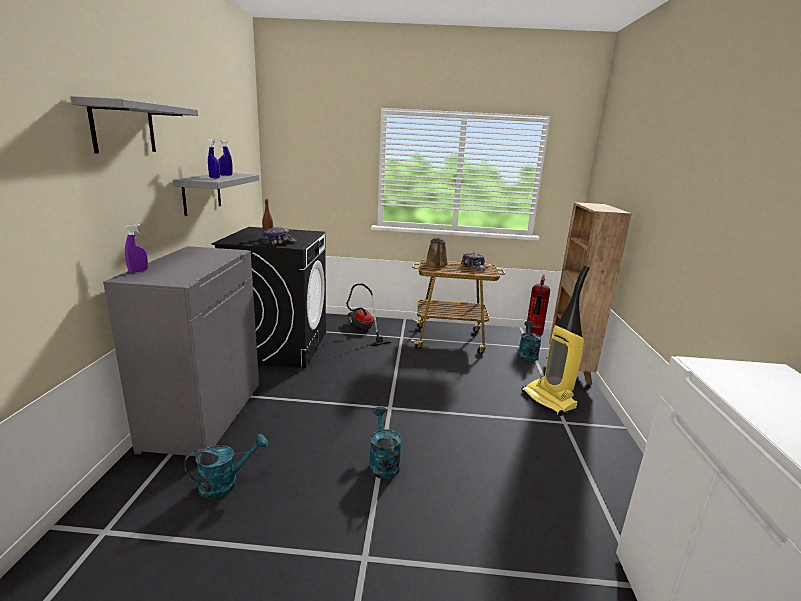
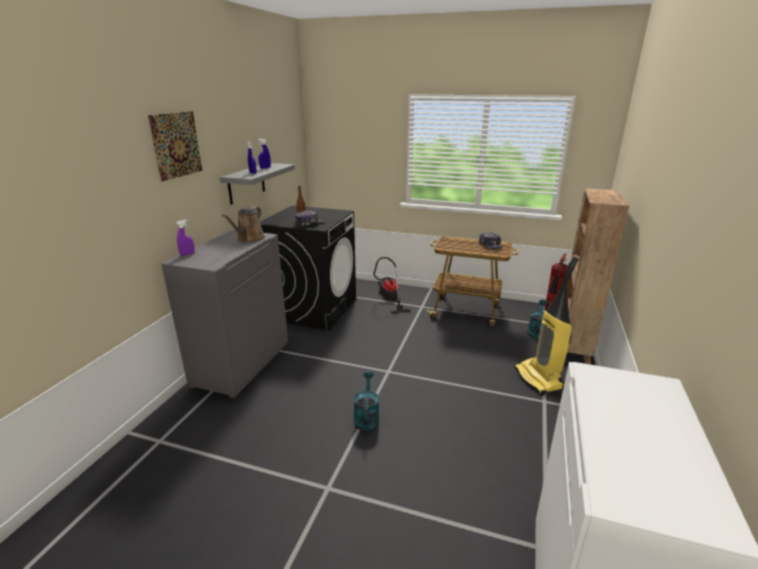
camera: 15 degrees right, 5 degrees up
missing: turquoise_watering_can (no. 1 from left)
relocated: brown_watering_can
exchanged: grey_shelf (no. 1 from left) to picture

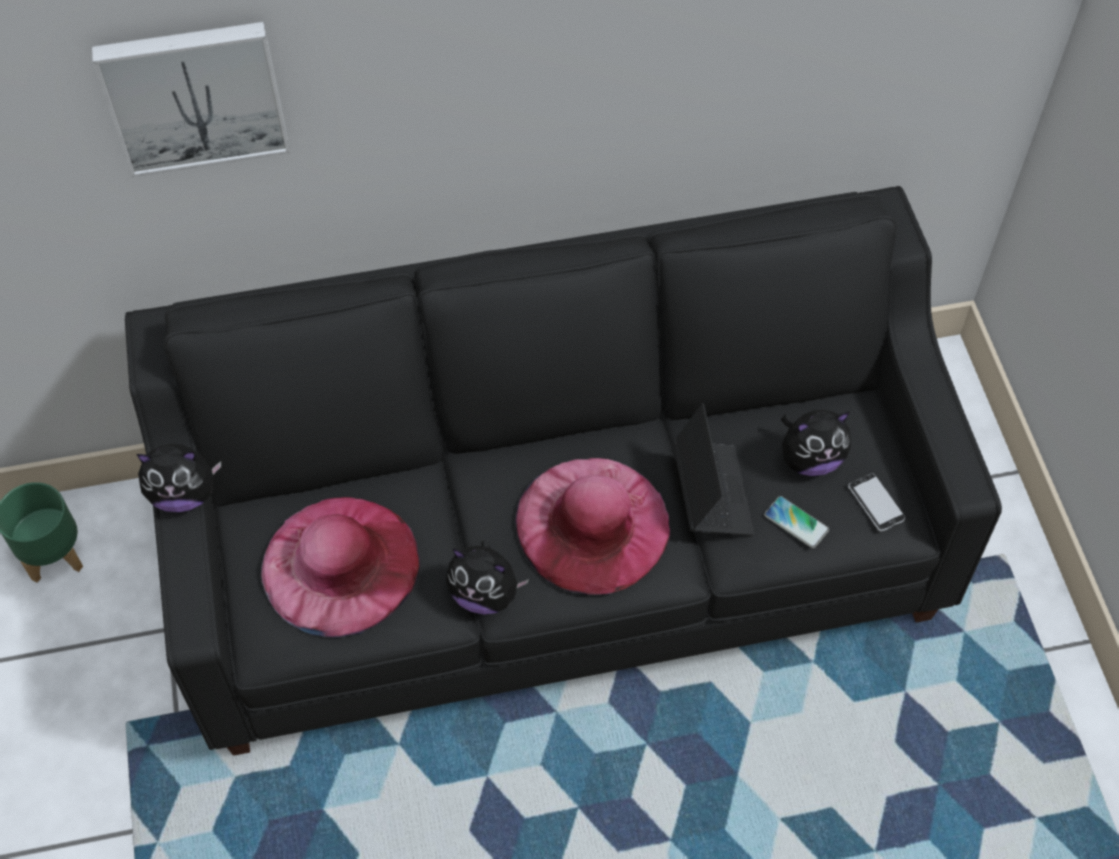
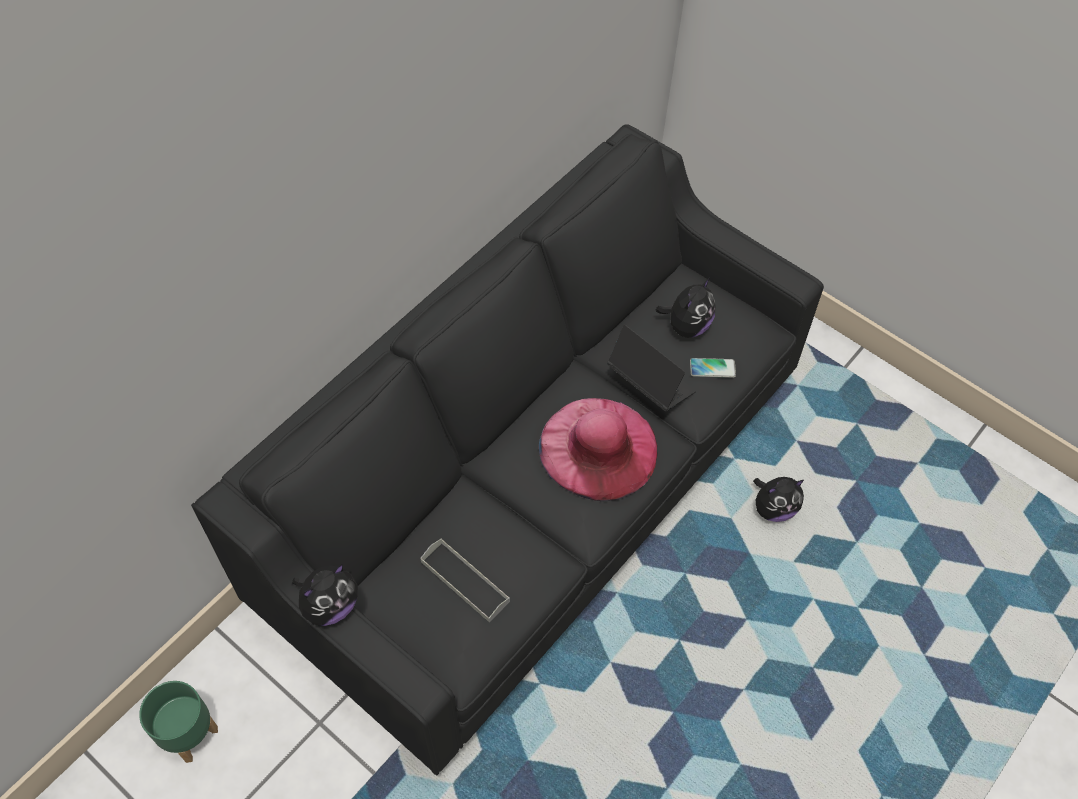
camera: 40 degrees left, 0 degrees up
missing: picture; phone (no. 2 from left)
relocated: plush_toy (no. 2 from left in the first image) to plush_toy (no. 3 from left)
exchanged: pink_hat (no. 1 from left) to grey_tray

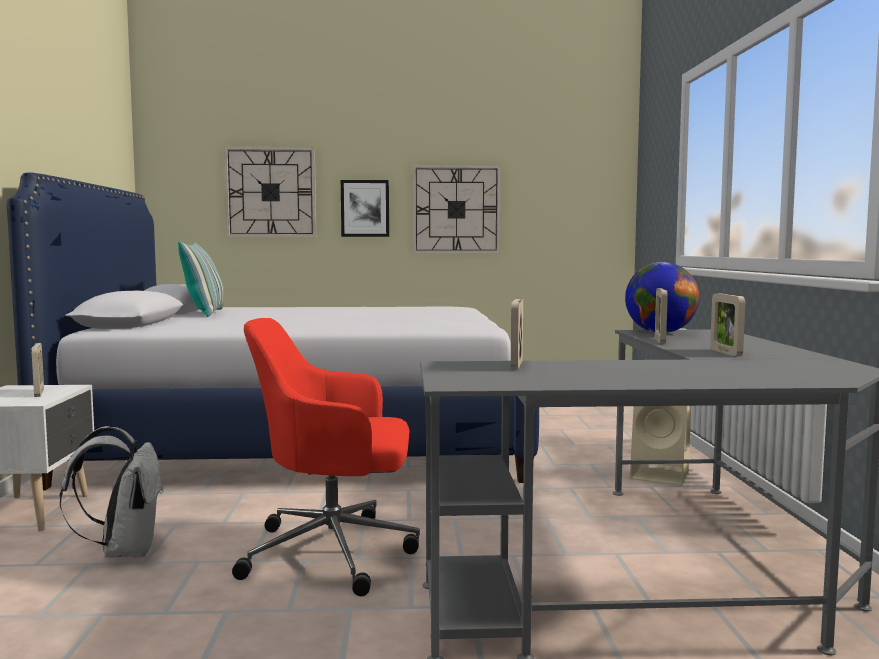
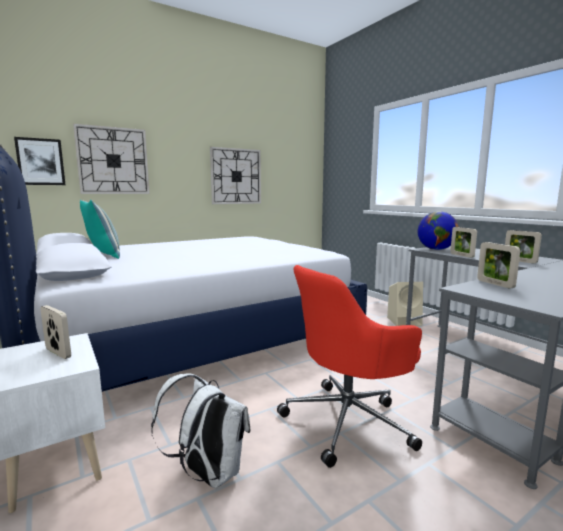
camera: 30 degrees left, 5 degrees up
relocated: picture

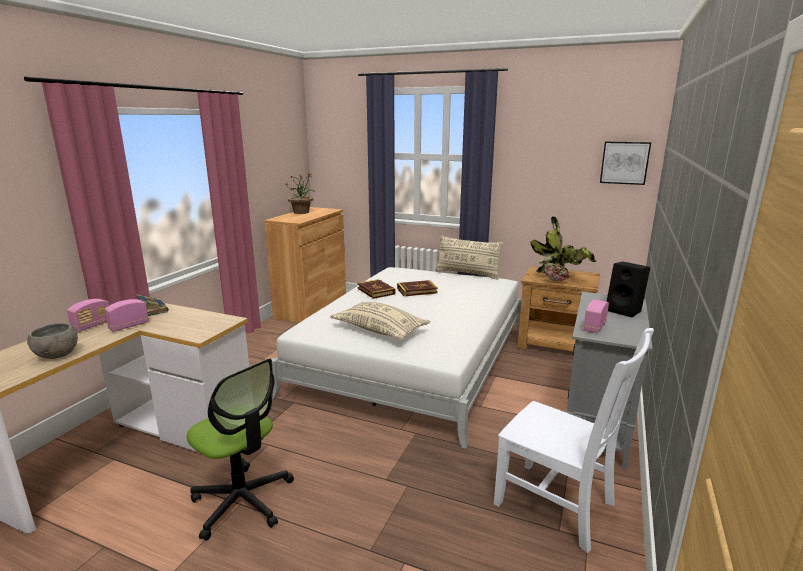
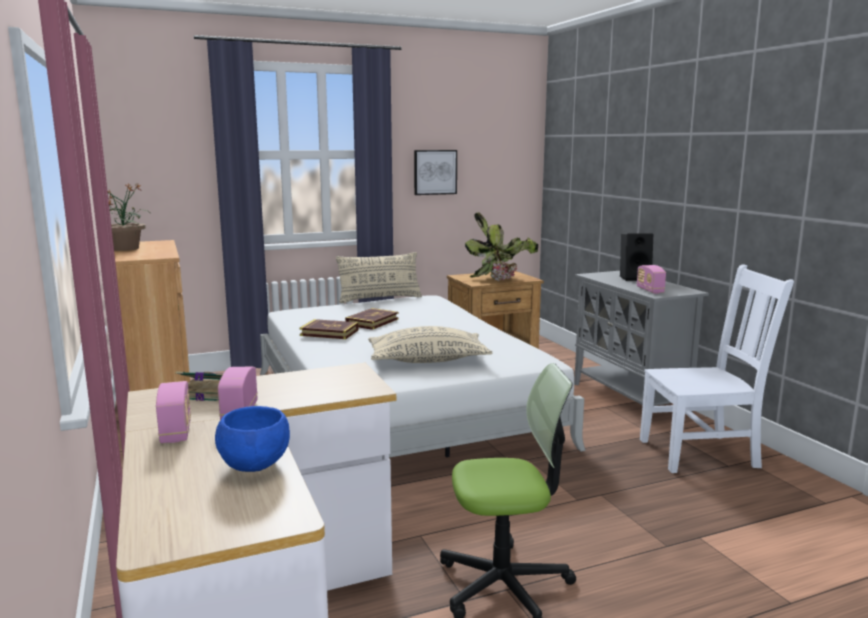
camera: 45 degrees left, 5 degrees down
relocated: picture
colour: grey_bowl to blue_bowl

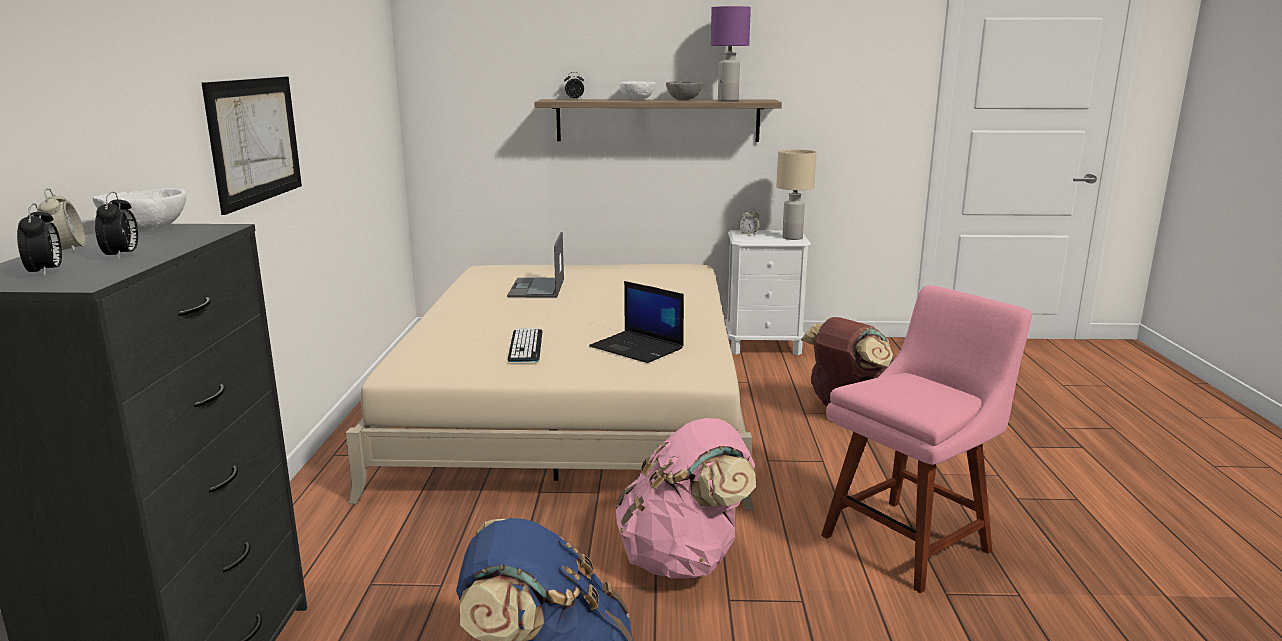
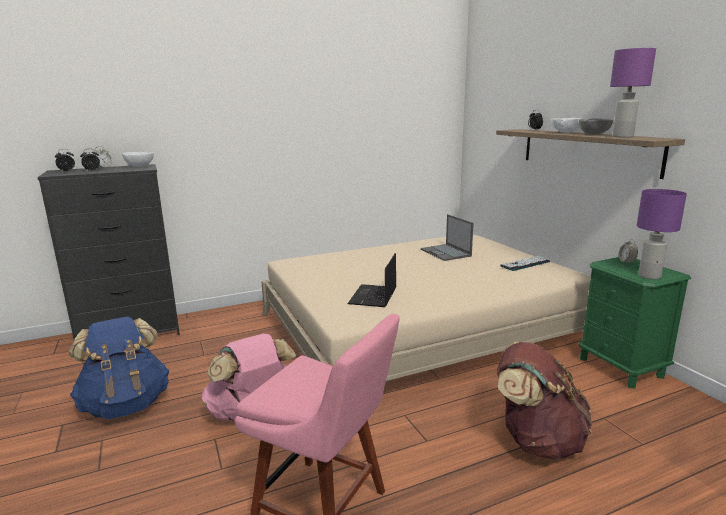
camera: 65 degrees right, 0 degrees up
missing: picture
relocated: keyboard
colour: beige_table_lamp to purple_table_lamp (no. 2 from left); white_nightstand to green_nightstand
spun: laptop (no. 1 from left in the first image) 90 degrees counterclockwise

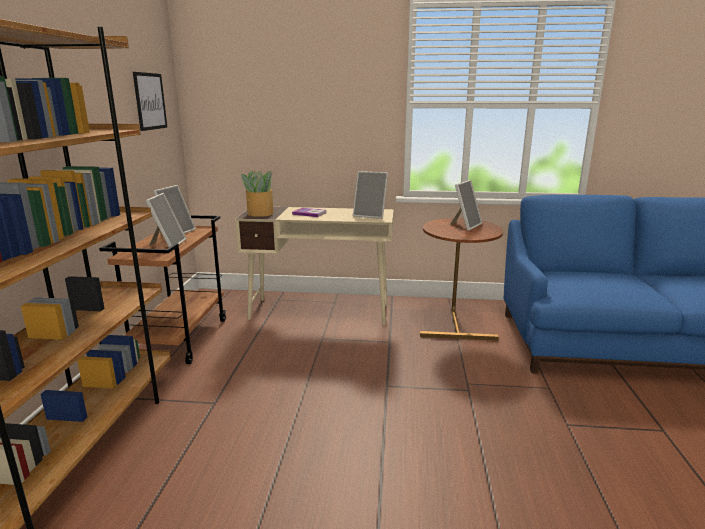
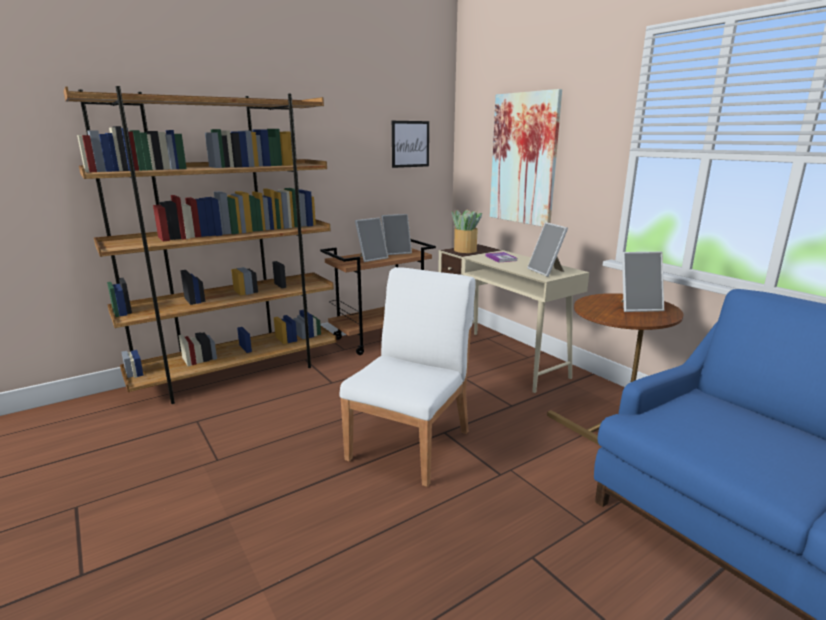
camera: 50 degrees right, 0 degrees up
appeared: picture (no. 2 from left); white_chair

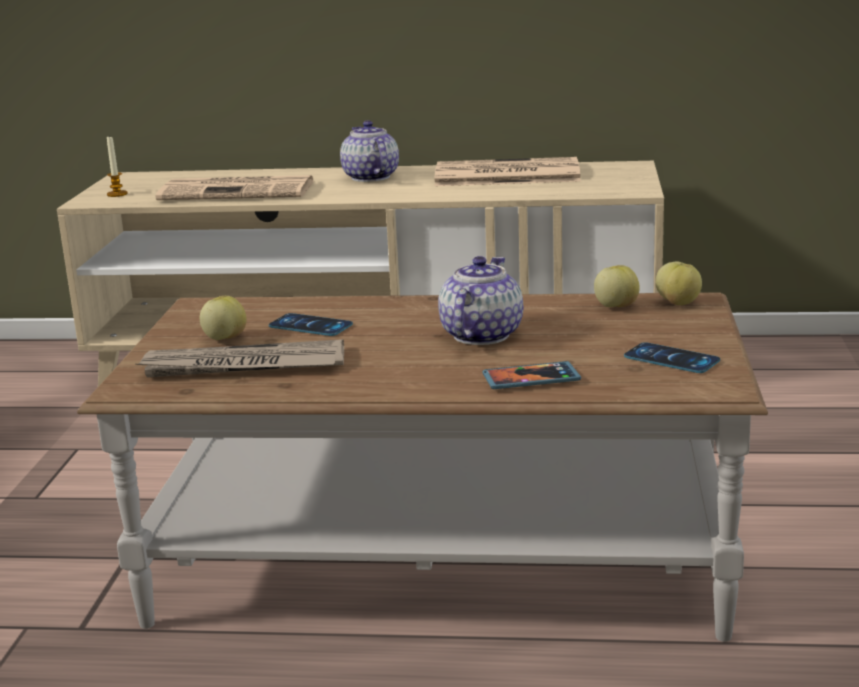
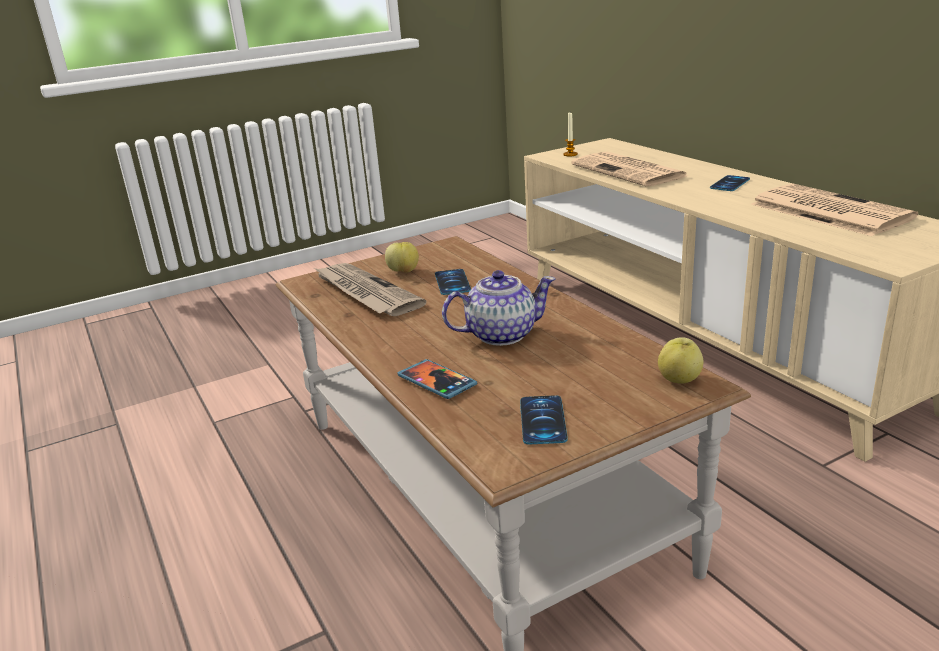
camera: 55 degrees right, 5 degrees up
missing: apple (no. 2 from left)
exchanged: teapot (no. 1 from left) to phone (no. 4 from left)

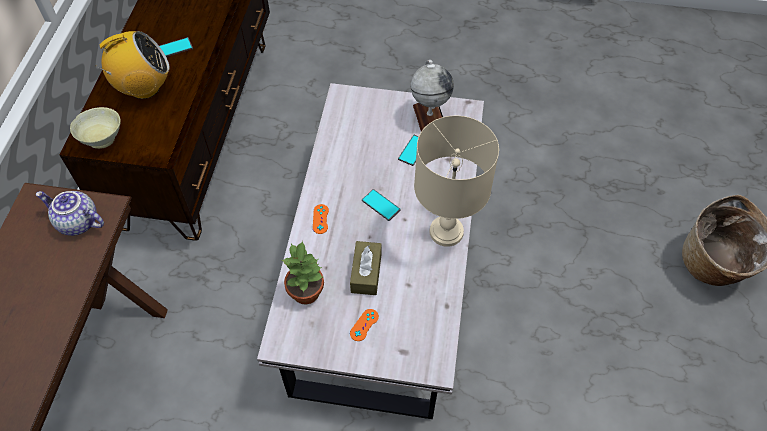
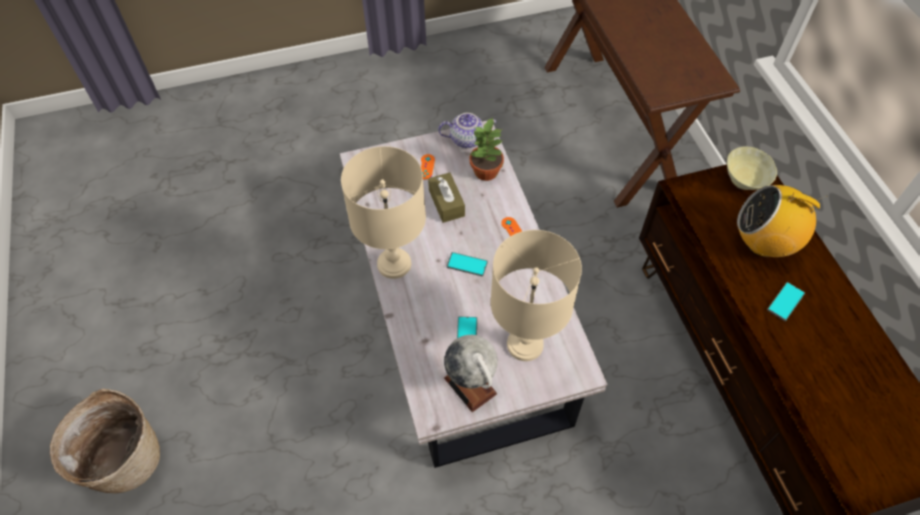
camera: 155 degrees right, 0 degrees up
appeared: beige_table_lamp (no. 2 from left)
relocated: teapot
spun: radio 60 degrees clockwise

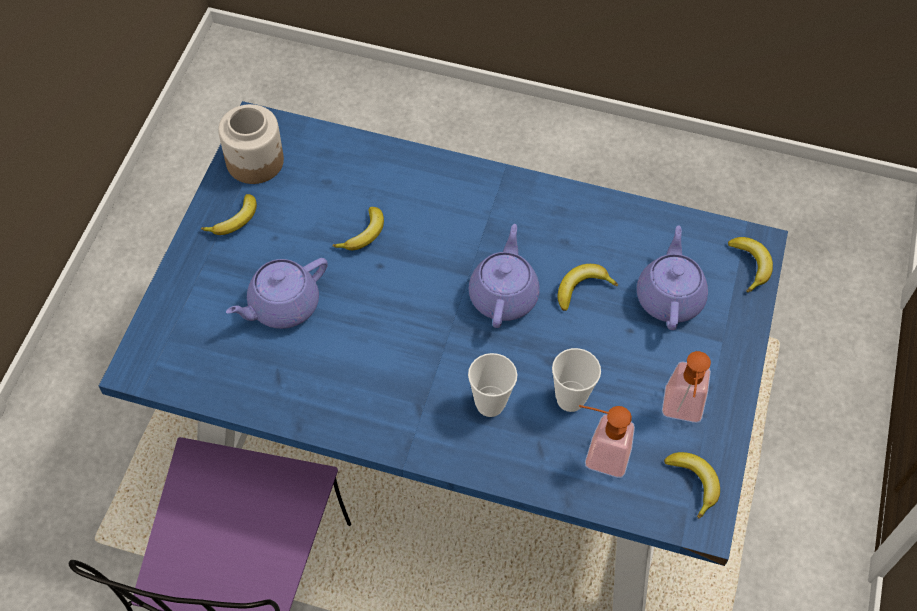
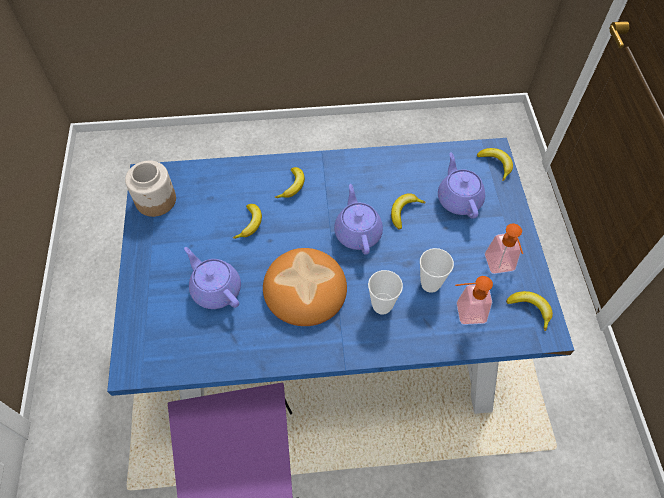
camera: 20 degrees left, 0 degrees up
appeared: bread
relocated: banana (no. 1 from left in the first image) to banana (no. 2 from left)
spun: purple_teapot (no. 1 from left) 105 degrees clockwise

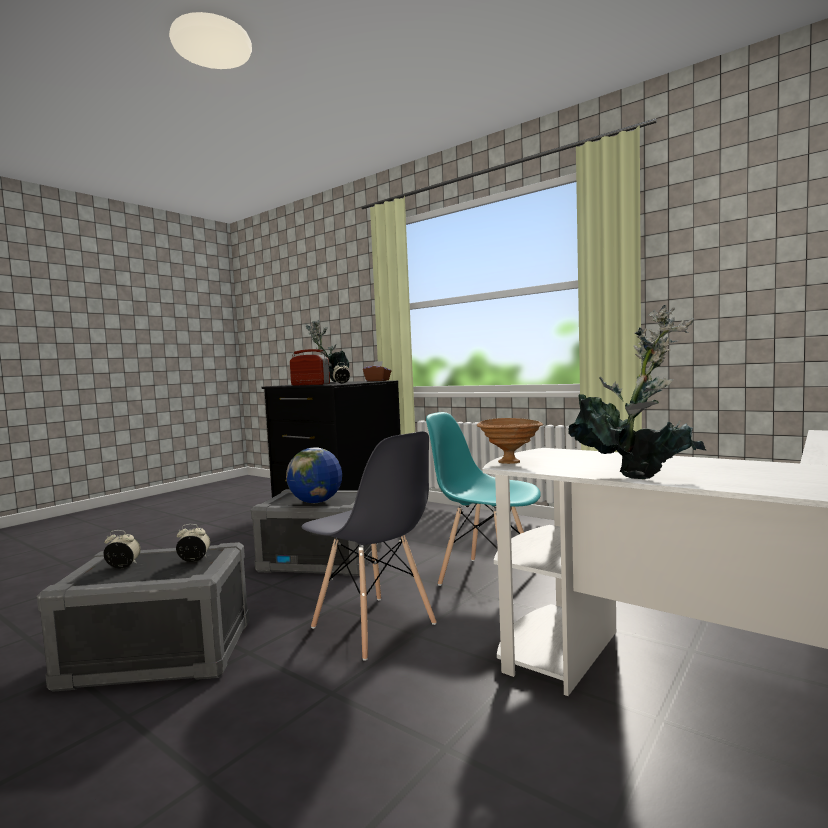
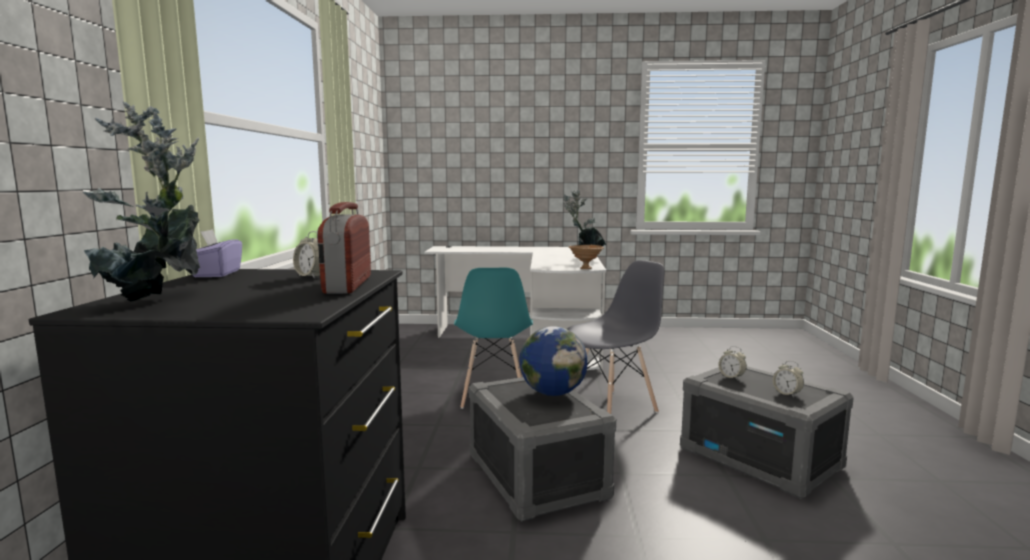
camera: 125 degrees left, 5 degrees up
colour: brown_tissue_box to purple_tissue_box
spun: grey_chair 45 degrees clockwise

